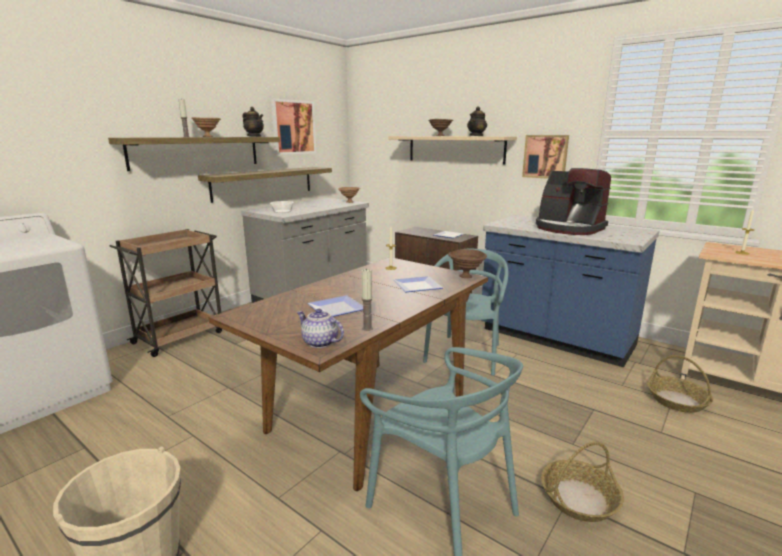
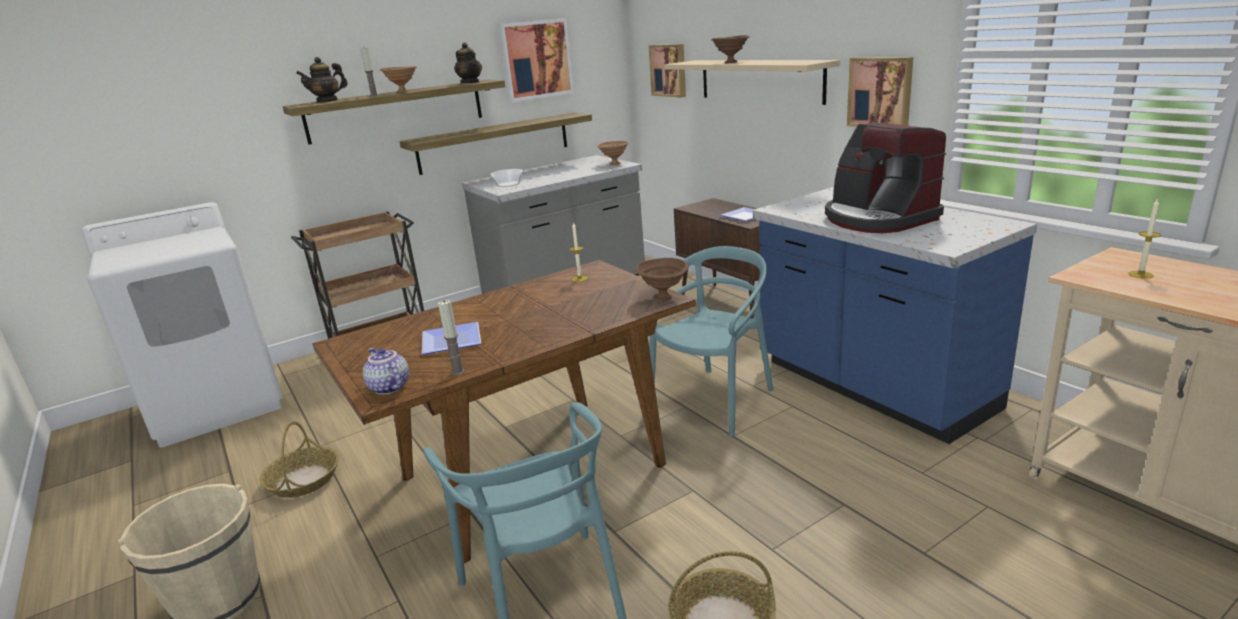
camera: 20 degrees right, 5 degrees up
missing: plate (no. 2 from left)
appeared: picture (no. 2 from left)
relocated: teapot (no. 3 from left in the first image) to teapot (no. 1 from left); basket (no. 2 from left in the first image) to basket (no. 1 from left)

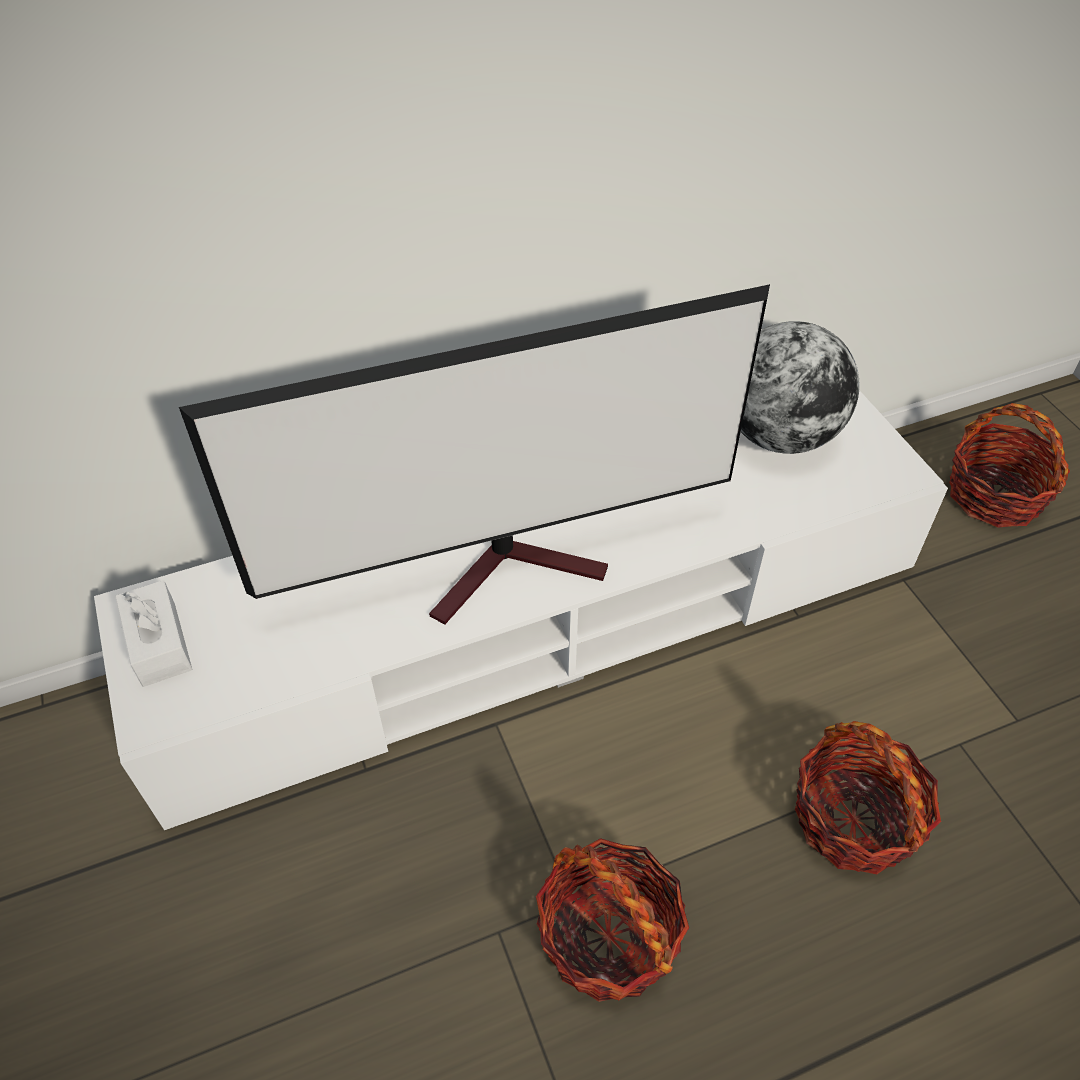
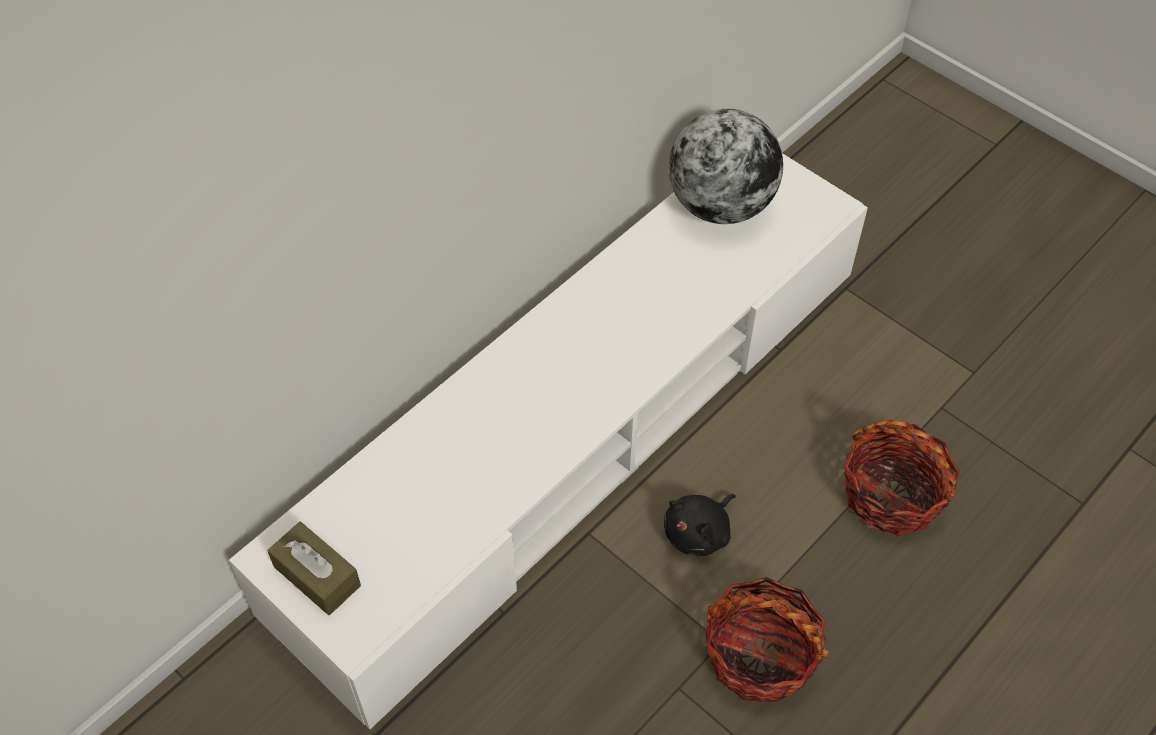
camera: 25 degrees left, 5 degrees up
missing: television; basket (no. 3 from left)
appeared: black_plush_toy
colour: white_tissue_box to brown_tissue_box

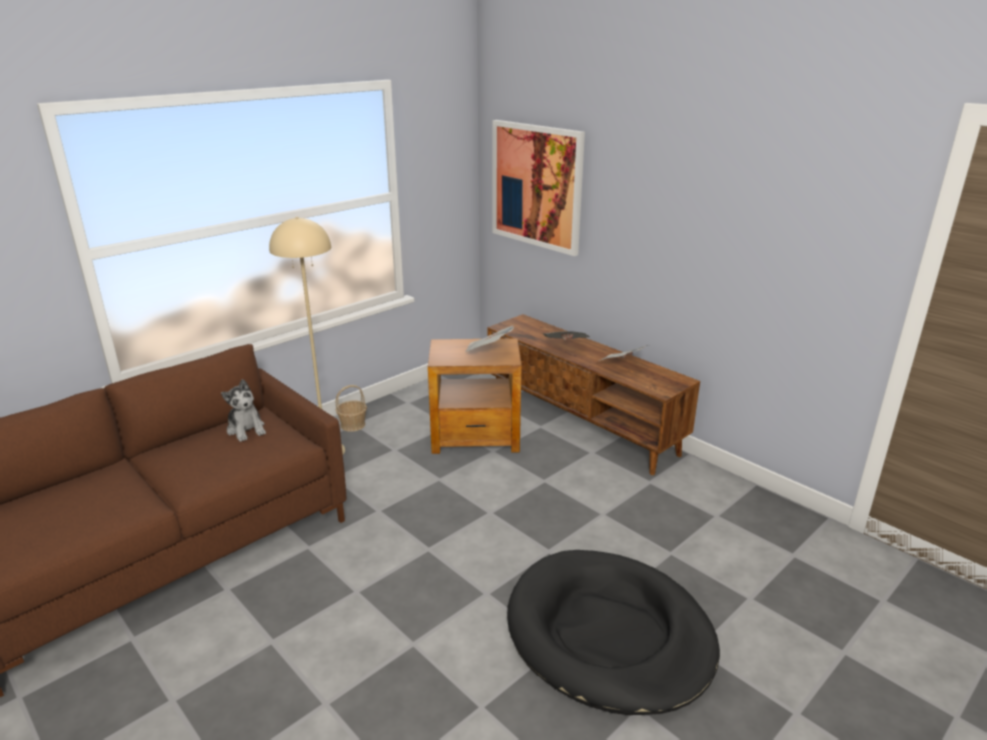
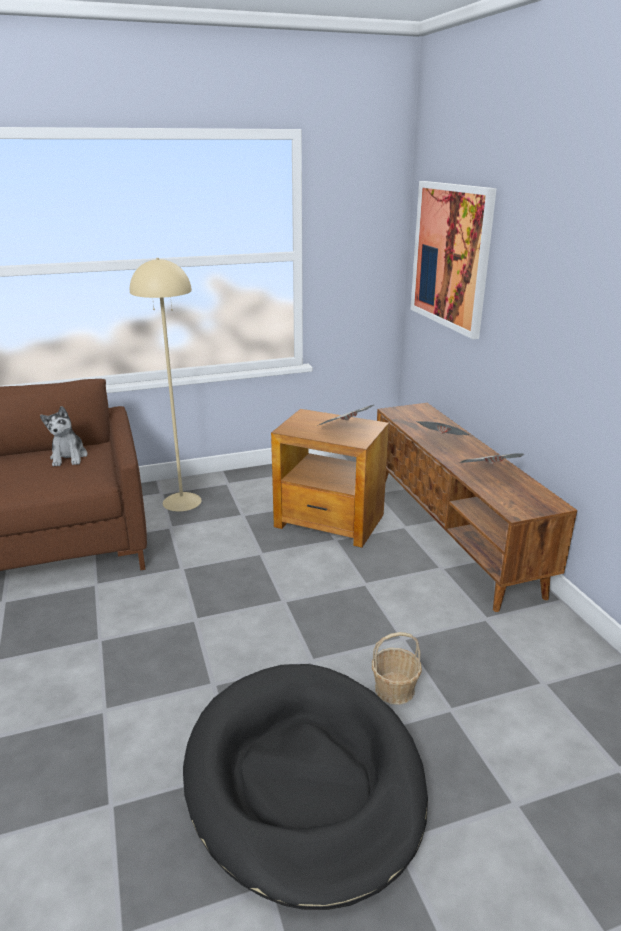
camera: 25 degrees right, 0 degrees up
relocated: basket

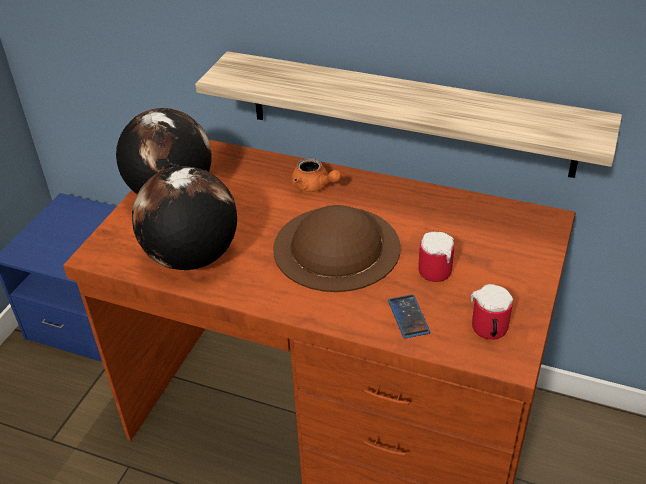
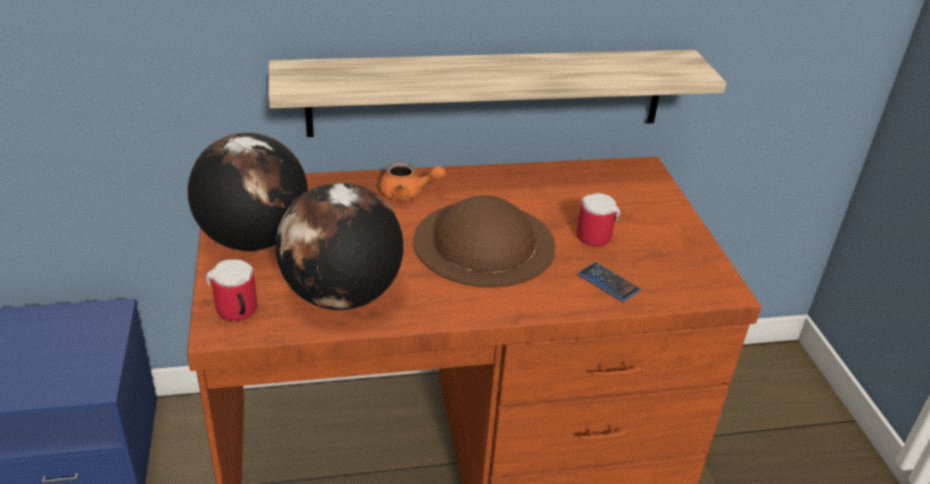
camera: 35 degrees left, 5 degrees down
relocated: mug (no. 2 from left in the first image) to mug (no. 1 from left)

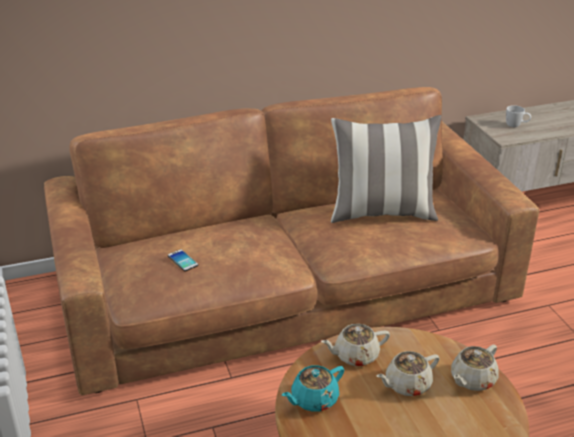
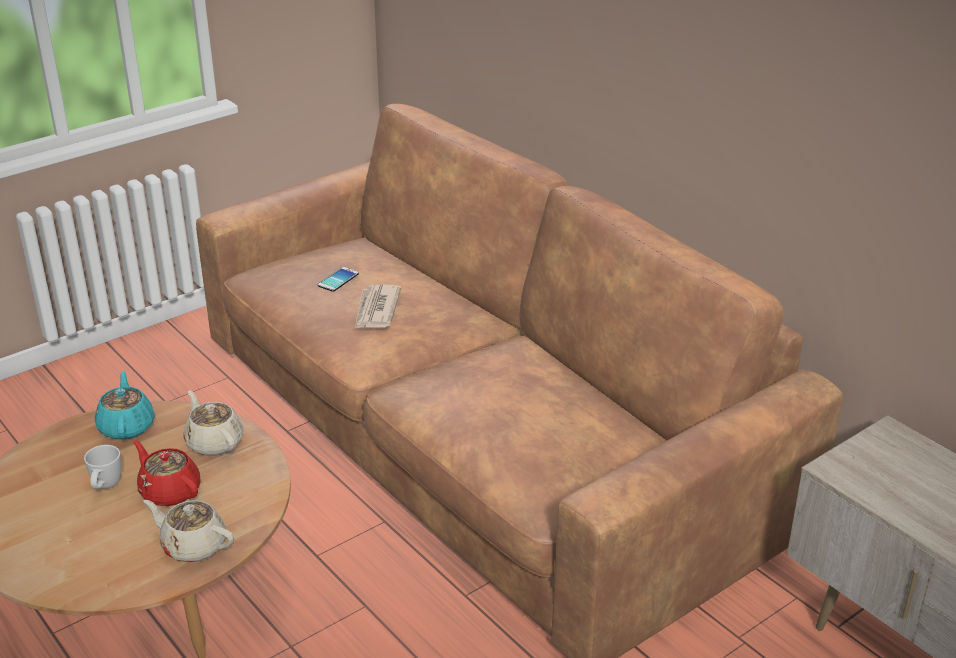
camera: 70 degrees right, 0 degrees up
missing: pillow
appeared: newspaper
relocated: white_mug
colour: beige_teapot (no. 2 from left) to red_teapot
spun: turquoise_teapot 45 degrees clockwise

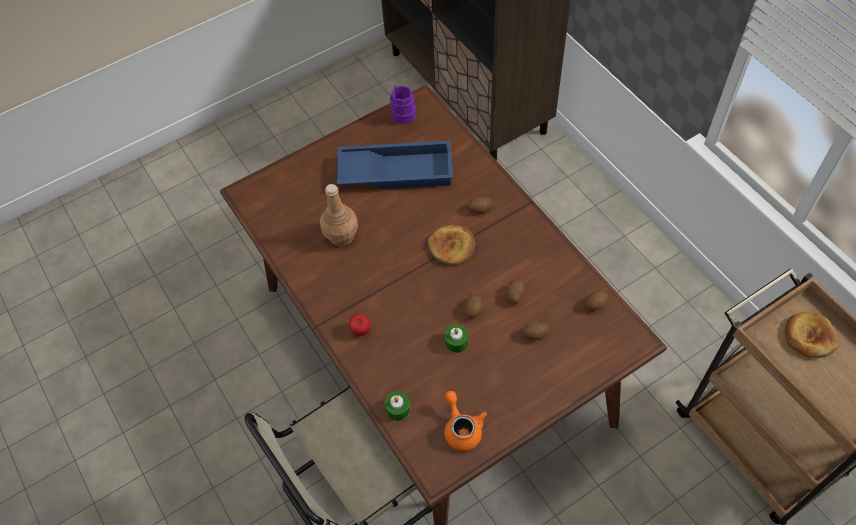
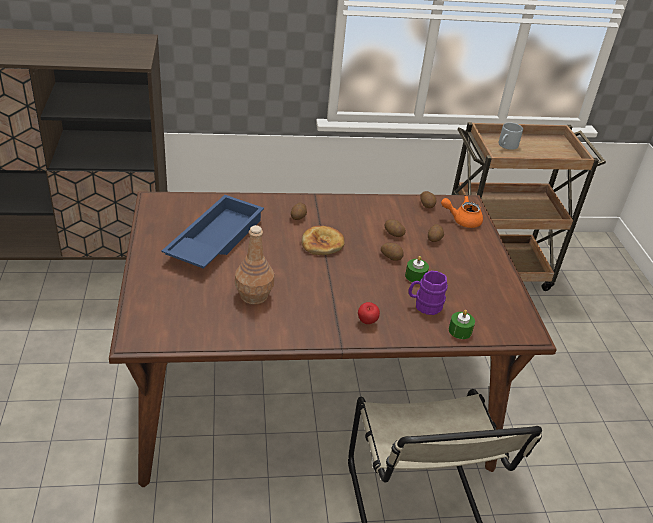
camera: 70 degrees left, 20 degrees down
relocated: purple_mug; orange_teapot
exchanged: bread (no. 2 from left) to grey_mug

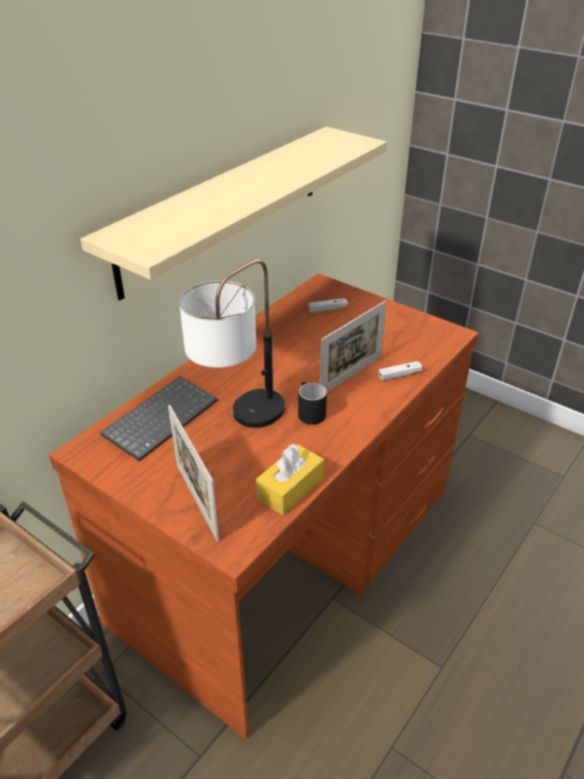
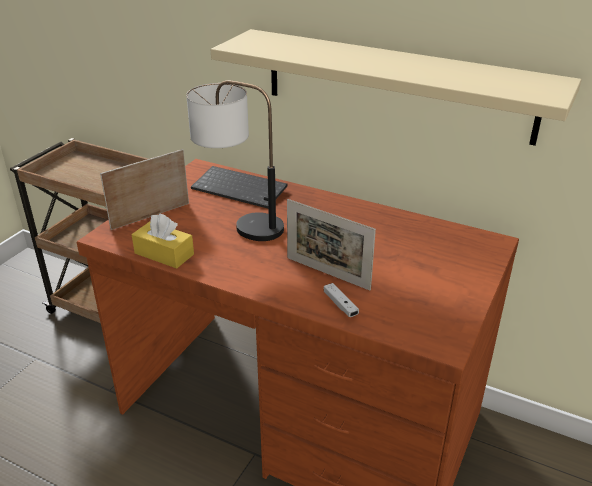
camera: 80 degrees right, 5 degrees down
missing: white_game_controller (no. 1 from left); black_mug

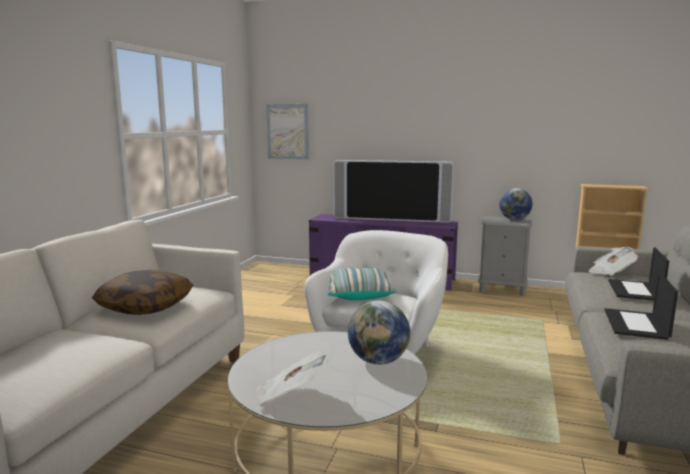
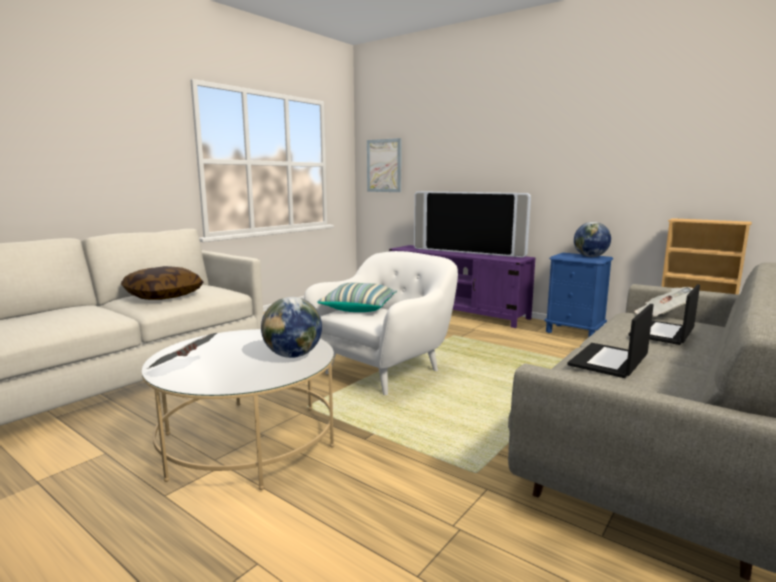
camera: 20 degrees right, 0 degrees up
colour: grey_nightstand to blue_nightstand

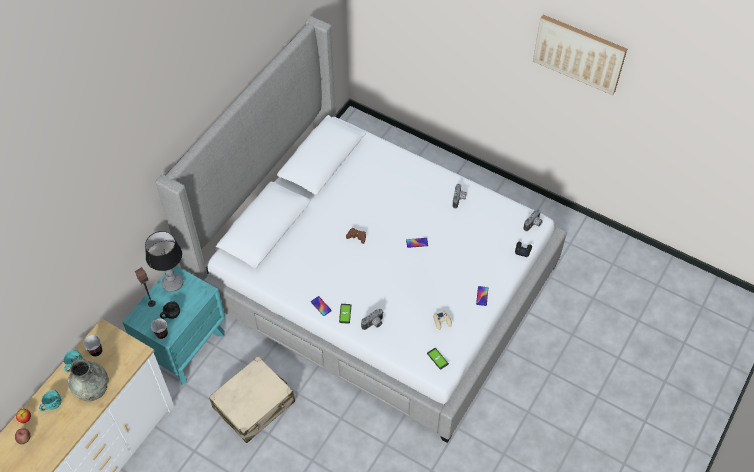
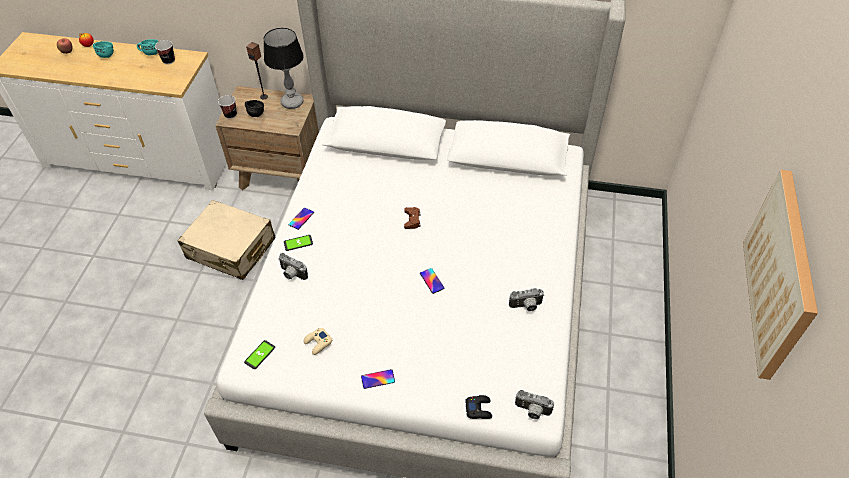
camera: 70 degrees right, 5 degrees down
missing: grey_vase
colour: turquoise_nightstand to brown_nightstand

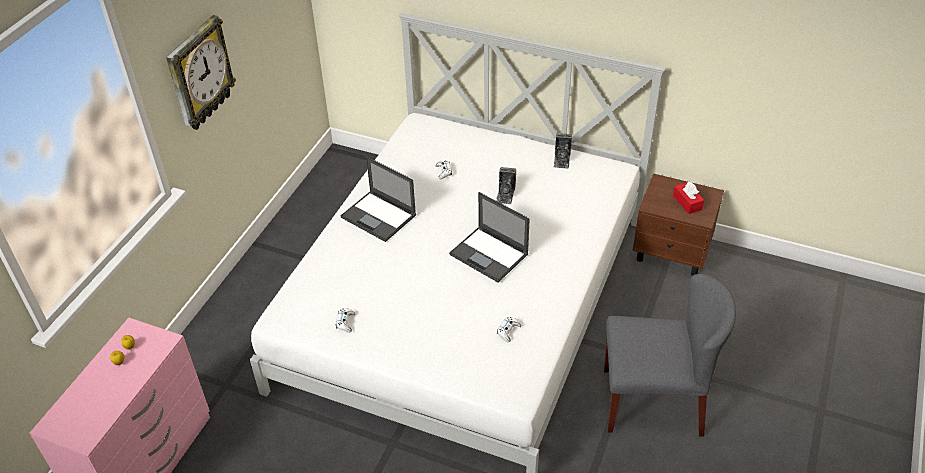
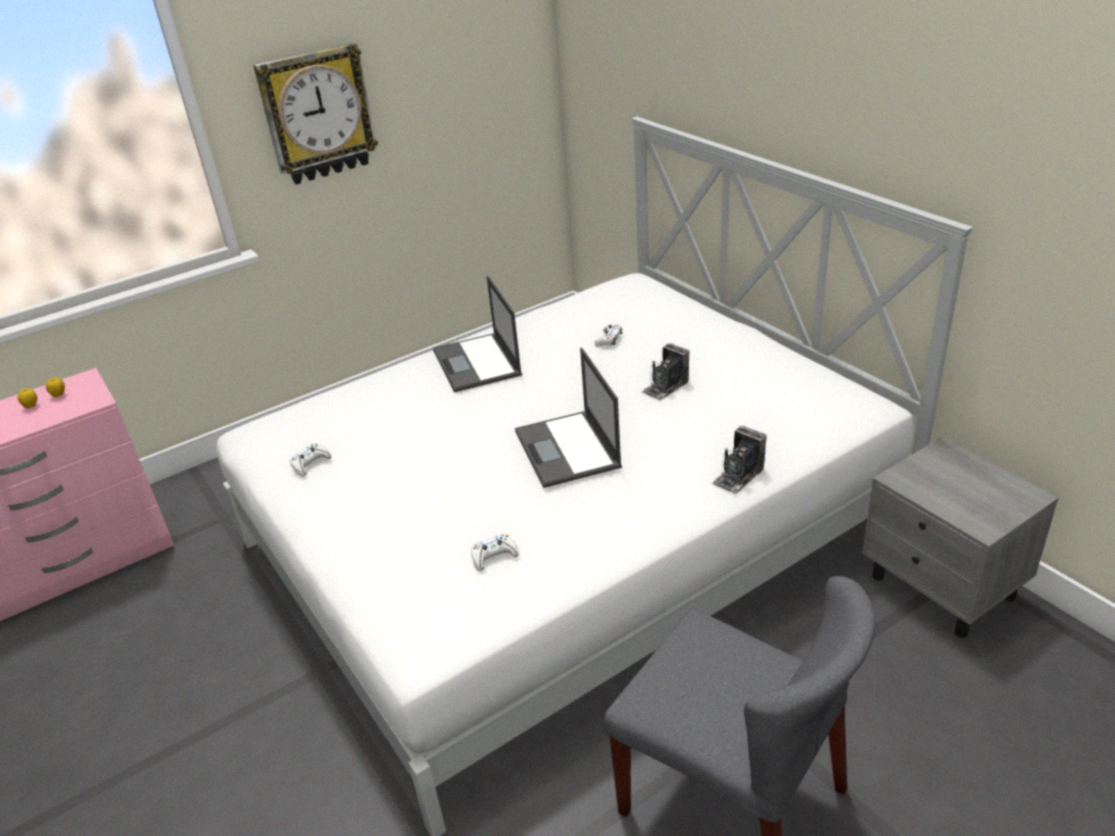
camera: 35 degrees right, 10 degrees down
missing: red_tissue_box
relocated: photo_camera (no. 2 from left)
colour: brown_nightstand to grey_nightstand

